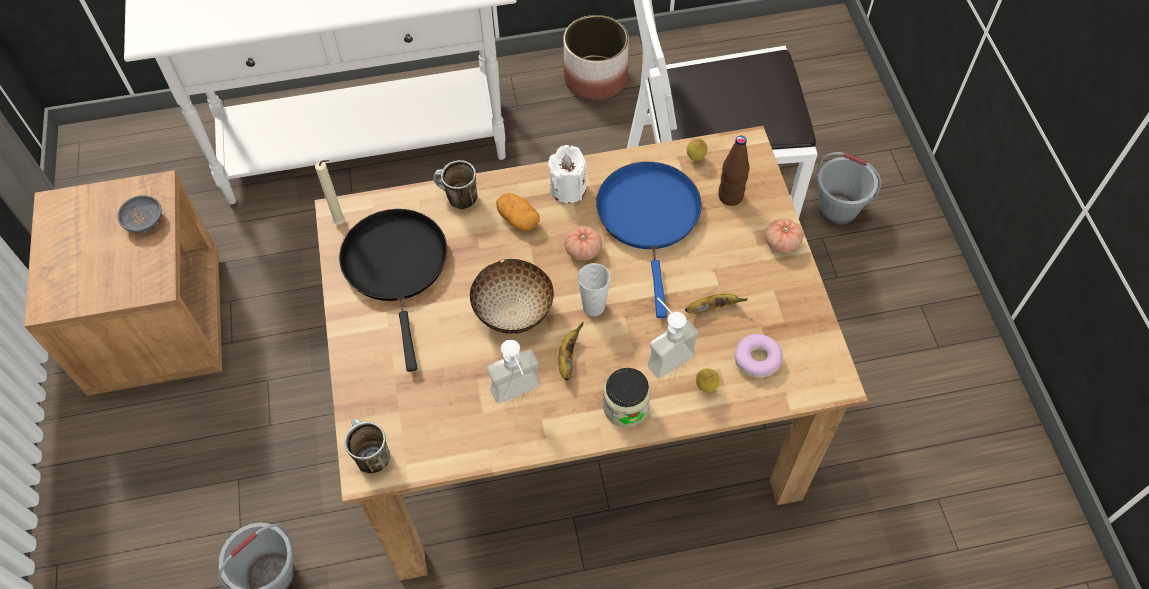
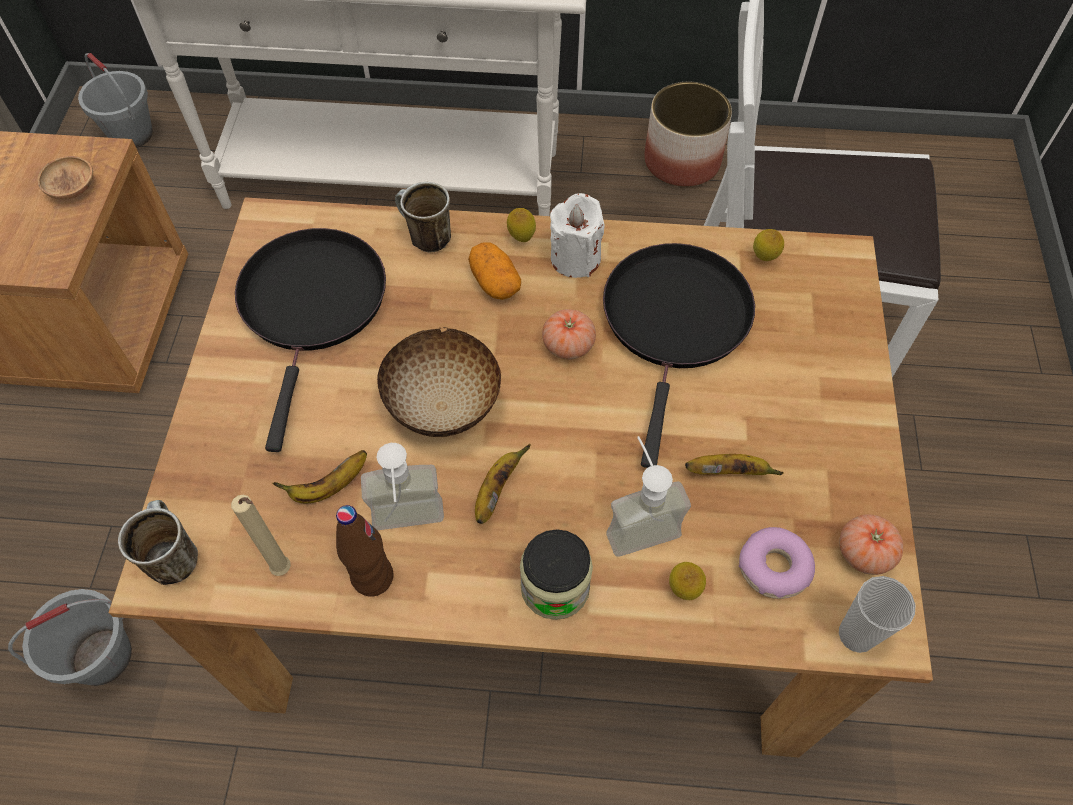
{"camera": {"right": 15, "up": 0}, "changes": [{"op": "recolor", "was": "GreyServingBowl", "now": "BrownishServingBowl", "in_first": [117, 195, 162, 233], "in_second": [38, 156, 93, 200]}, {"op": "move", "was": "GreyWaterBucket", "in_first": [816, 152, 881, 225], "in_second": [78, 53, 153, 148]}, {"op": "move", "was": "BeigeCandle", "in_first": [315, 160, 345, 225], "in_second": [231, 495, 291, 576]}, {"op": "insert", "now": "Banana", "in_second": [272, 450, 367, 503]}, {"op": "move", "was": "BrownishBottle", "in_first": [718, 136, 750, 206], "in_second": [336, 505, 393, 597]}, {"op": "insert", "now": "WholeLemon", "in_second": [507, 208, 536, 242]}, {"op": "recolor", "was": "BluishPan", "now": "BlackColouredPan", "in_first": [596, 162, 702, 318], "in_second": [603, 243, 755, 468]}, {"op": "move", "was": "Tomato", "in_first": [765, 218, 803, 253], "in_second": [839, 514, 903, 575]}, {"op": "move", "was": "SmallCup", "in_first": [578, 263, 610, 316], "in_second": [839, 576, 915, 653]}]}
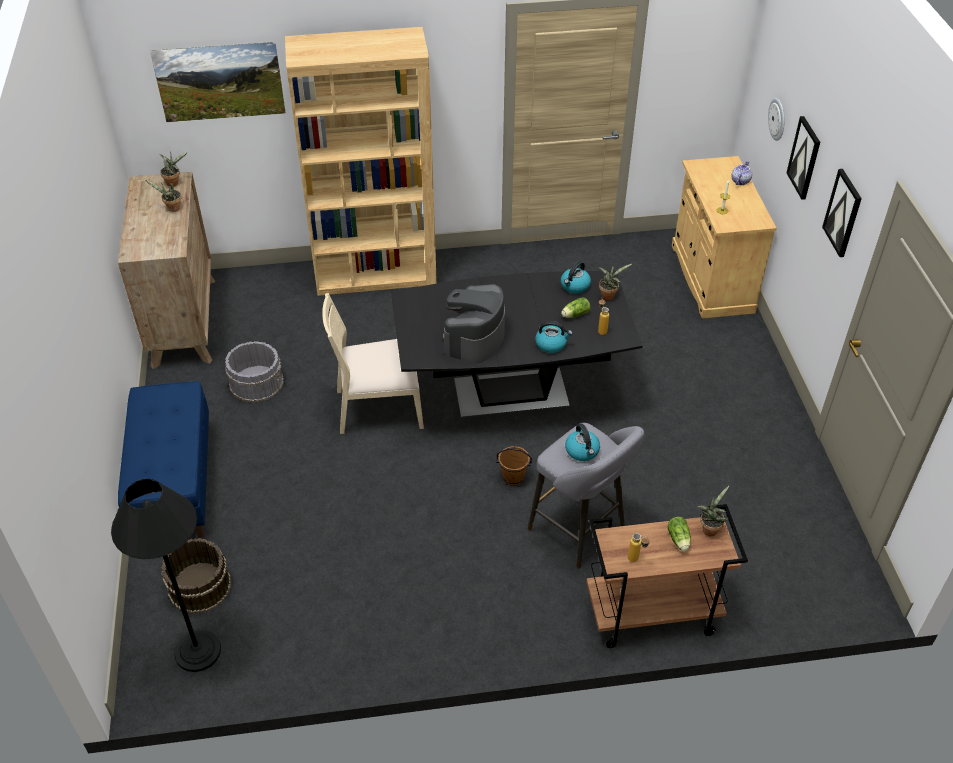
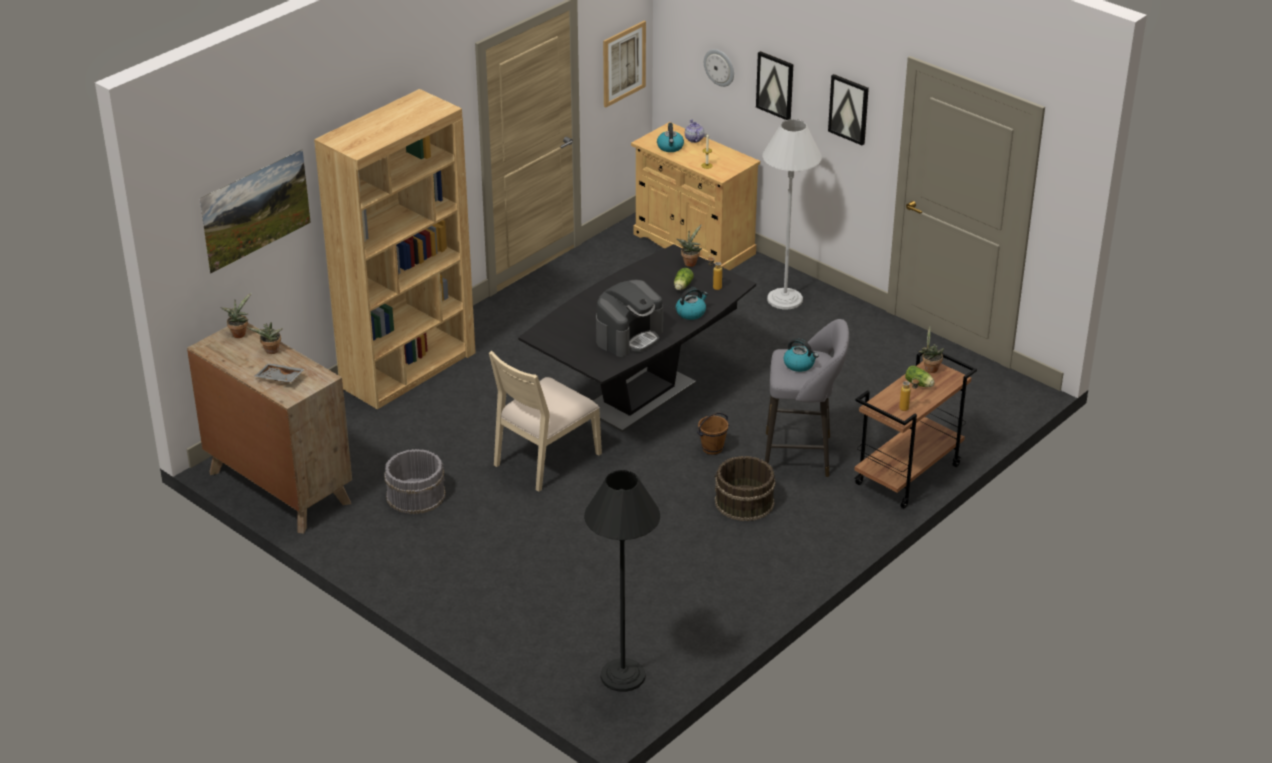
{"camera": {"right": -40, "up": -10}, "changes": [{"op": "insert", "now": "GreyCarryingTray", "in_second": [255, 363, 305, 383]}, {"op": "rotate", "was": "CoffeeMachine", "in_first": [443, 284, 505, 364], "in_second": [596, 280, 663, 357], "clockwise": -120}, {"op": "insert", "now": "WallArt", "in_second": [603, 21, 646, 108]}, {"op": "move", "was": "Kettle", "in_first": [561, 261, 591, 294], "in_second": [657, 123, 684, 152]}, {"op": "move", "was": "BrownishWaterBucket", "in_first": [161, 538, 231, 614], "in_second": [715, 456, 776, 521]}, {"op": "insert", "now": "WhiteStandardLamp", "in_second": [762, 119, 822, 309]}, {"op": "delete", "was": "BluishIndoorBench", "in_first": [118, 381, 209, 538]}]}
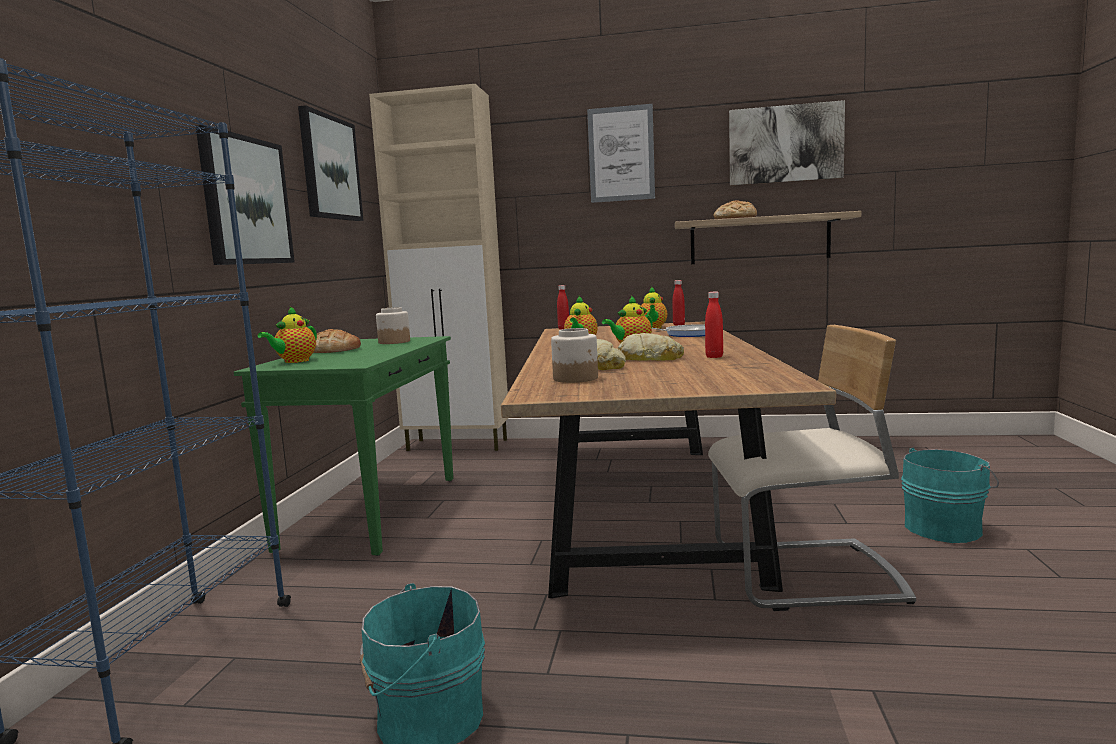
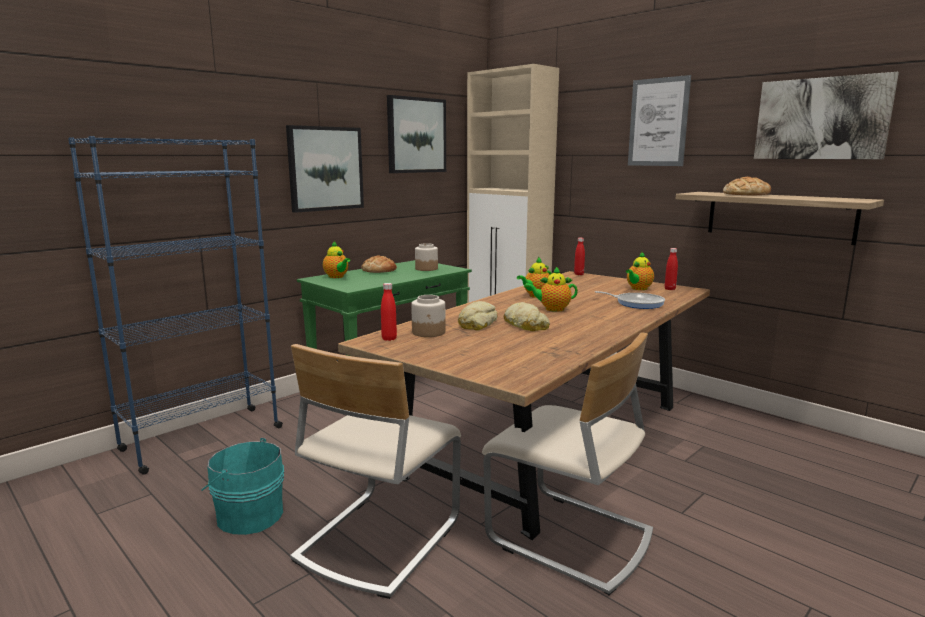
{"camera": {"right": 35, "up": 5}, "changes": [{"op": "insert", "now": "BeigeUprightChair", "in_second": [290, 344, 461, 599]}, {"op": "rotate", "was": "PotForTea", "in_first": [258, 306, 317, 363], "in_second": [323, 241, 350, 278], "clockwise": -105}, {"op": "move", "was": "RedColouredBottle", "in_first": [705, 292, 723, 358], "in_second": [381, 283, 397, 341]}, {"op": "delete", "was": "BlueGreenWaterBucket", "in_first": [901, 447, 999, 543]}]}
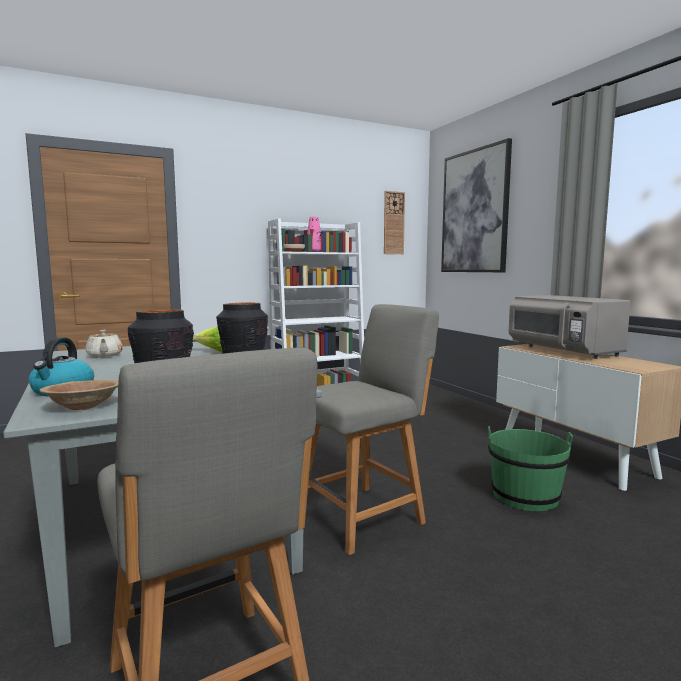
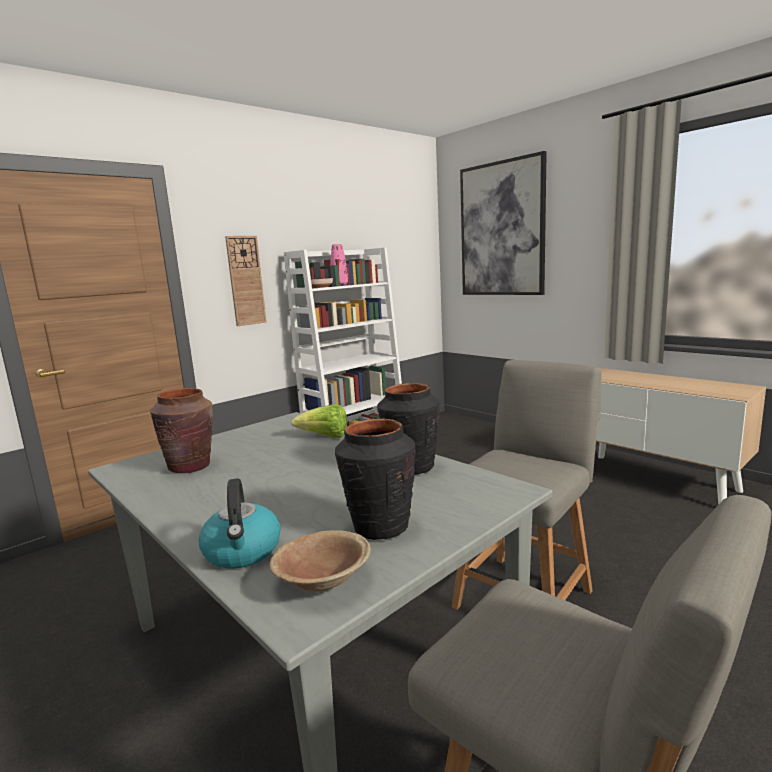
{"camera": {"right": -15, "up": 5}, "changes": [{"op": "replace", "was": "BeigePotForTea", "now": "BrownishDecorativeVase", "in_first": [85, 330, 123, 358], "in_second": [150, 388, 213, 473]}, {"op": "move", "was": "HangingClock", "in_first": [384, 191, 405, 254], "in_second": [225, 236, 267, 326]}, {"op": "delete", "was": "GreenColouredWaterBucket", "in_first": [488, 426, 573, 511]}, {"op": "delete", "was": "GreyKitchenMicrowave", "in_first": [509, 295, 631, 359]}]}
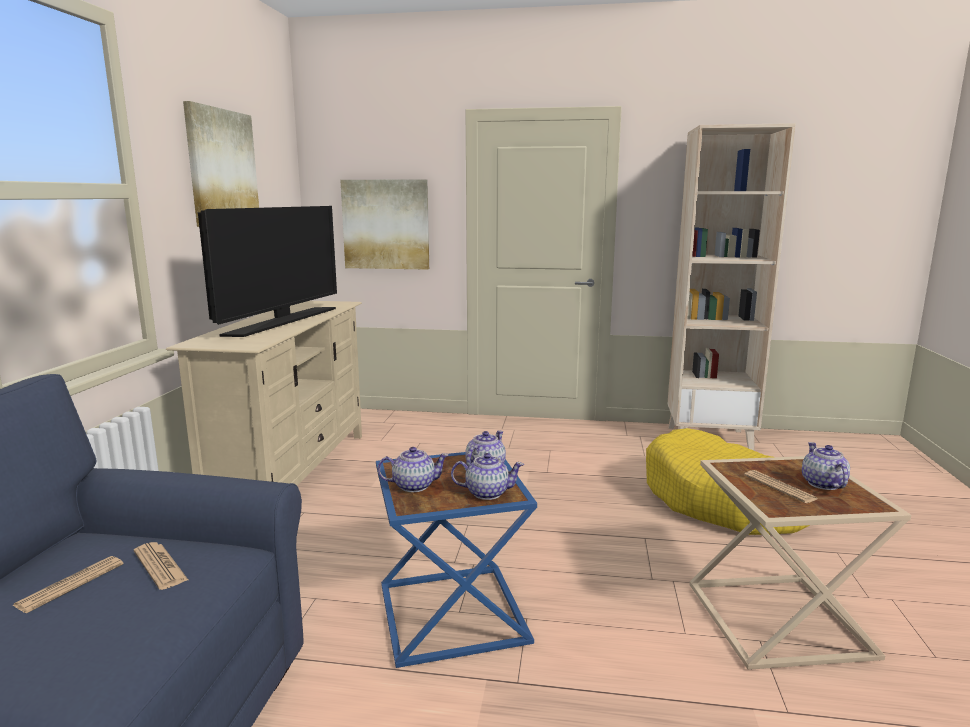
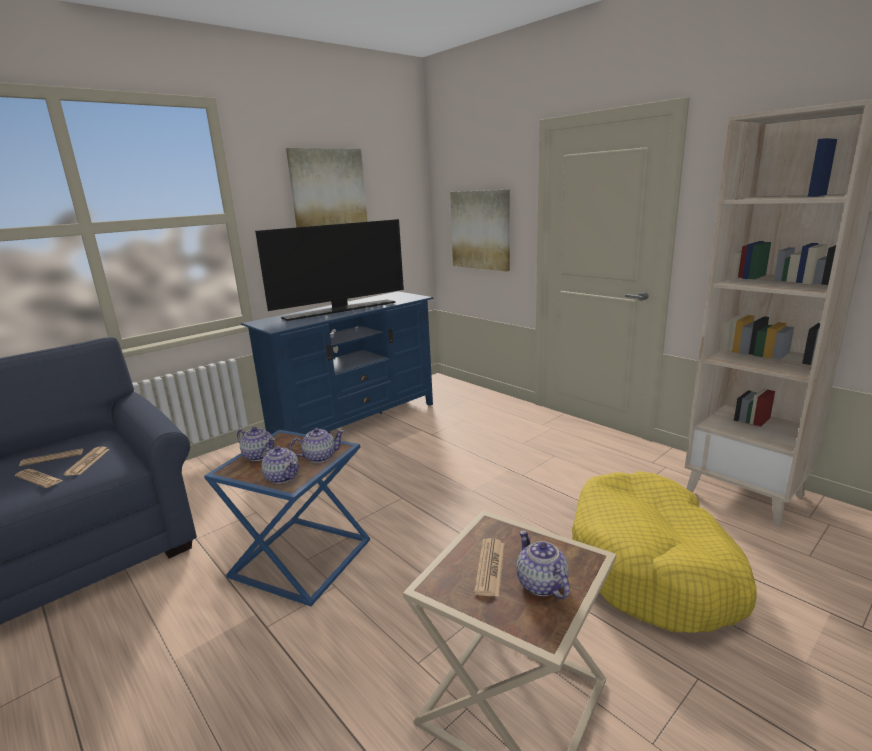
{"camera": {"right": 40, "up": 5}, "changes": [{"op": "insert", "now": "PrintedPaper", "in_second": [15, 469, 63, 488]}, {"op": "recolor", "was": "BeigeTvStand", "now": "BluishTvStand", "in_first": [166, 301, 362, 485], "in_second": [241, 291, 433, 434]}, {"op": "rotate", "was": "PotForTea", "in_first": [802, 442, 850, 490], "in_second": [517, 530, 570, 599], "clockwise": -60}]}
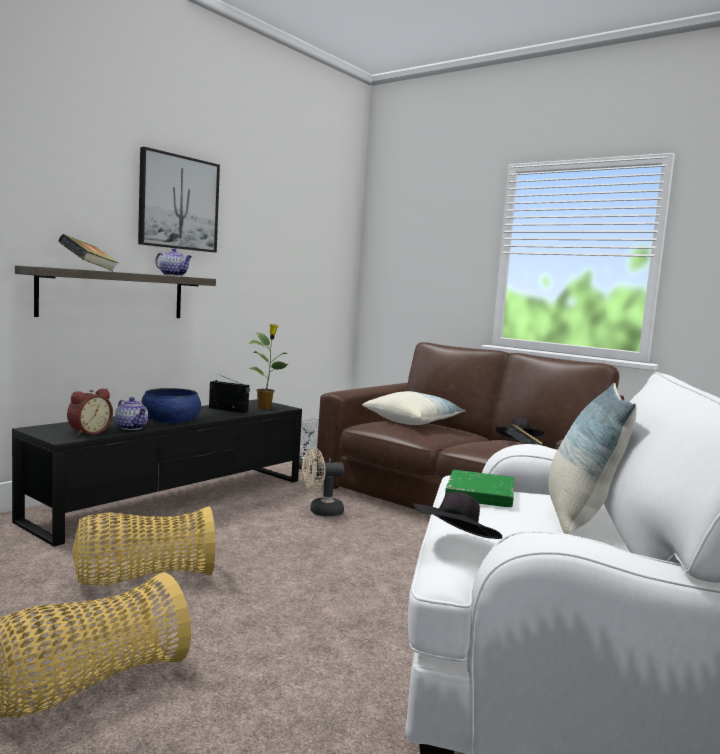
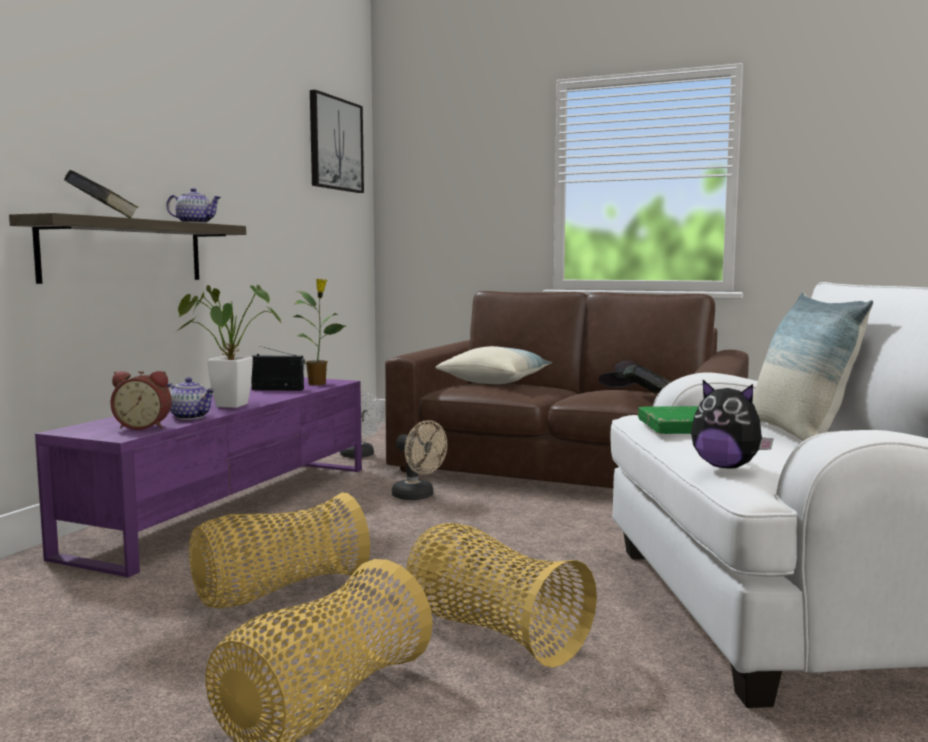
{"camera": {"right": -15, "up": 0}, "changes": [{"op": "recolor", "was": "BlackColouredTvStand", "now": "PurplishTvStand", "in_first": [12, 399, 302, 547], "in_second": [35, 377, 362, 578]}, {"op": "rotate", "was": "BedsideClock", "in_first": [67, 388, 113, 436], "in_second": [111, 371, 172, 430], "clockwise": 75}, {"op": "replace", "was": "BluishServingBowl", "now": "PottedPlant", "in_first": [141, 388, 201, 423], "in_second": [176, 285, 282, 408]}, {"op": "move", "was": "WallArt", "in_first": [138, 147, 220, 252], "in_second": [310, 90, 364, 193]}, {"op": "rotate", "was": "BeigeElectricFan", "in_first": [302, 447, 344, 516], "in_second": [392, 420, 447, 500], "clockwise": -105}, {"op": "insert", "now": "Basket", "in_second": [406, 523, 597, 668]}, {"op": "replace", "was": "BlackColouredClothingHat", "now": "PlushToy", "in_first": [413, 492, 502, 539], "in_second": [691, 380, 773, 469]}]}
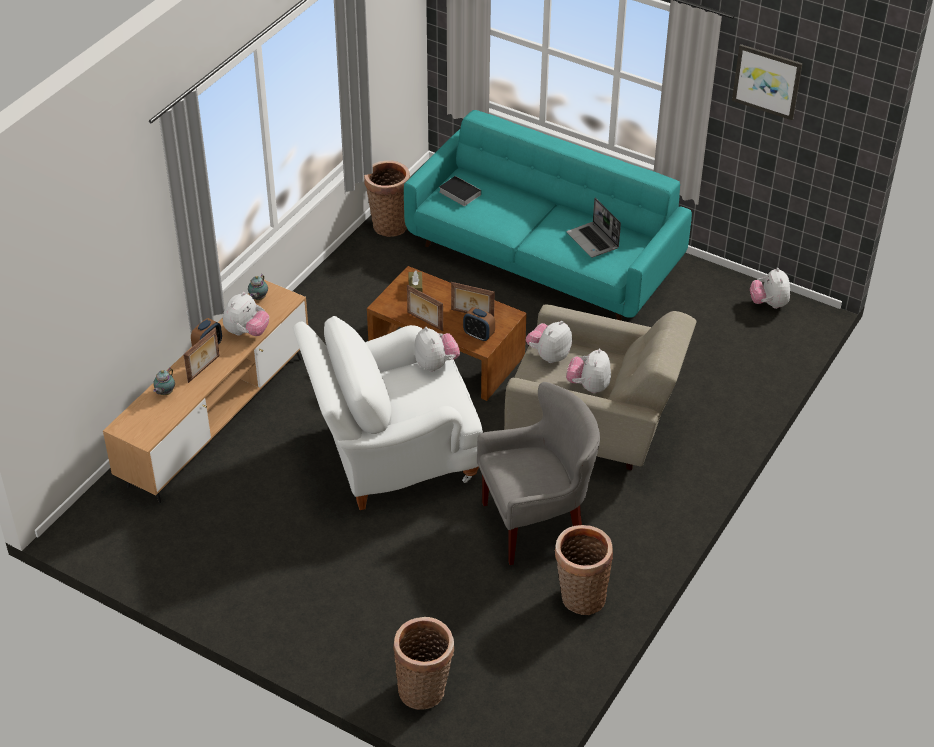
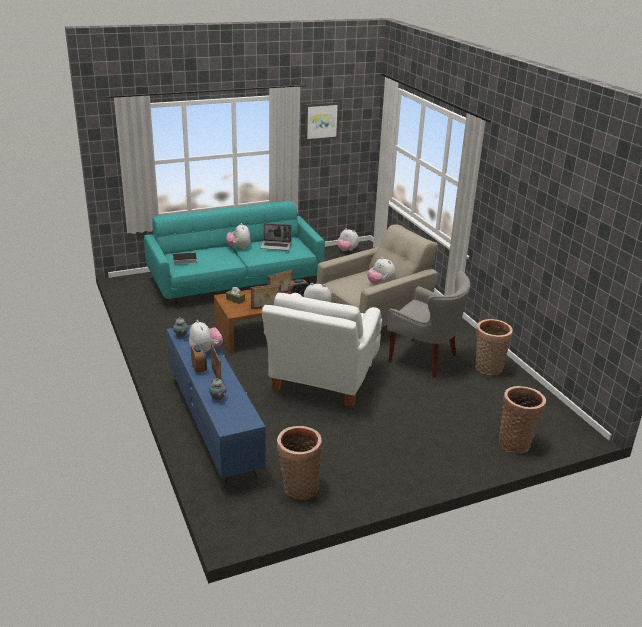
{"camera": {"right": -55, "up": -15}, "changes": [{"op": "recolor", "was": "BrownishTvStand", "now": "BluishTvStand", "in_first": [103, 280, 308, 503], "in_second": [167, 324, 266, 488]}, {"op": "move", "was": "PlushToy", "in_first": [526, 321, 572, 363], "in_second": [226, 223, 251, 249]}, {"op": "move", "was": "Basket", "in_first": [364, 160, 410, 237], "in_second": [277, 426, 322, 500]}, {"op": "rotate", "was": "GreyArmchair", "in_first": [477, 382, 600, 565], "in_second": [387, 271, 470, 378], "clockwise": 105}]}
